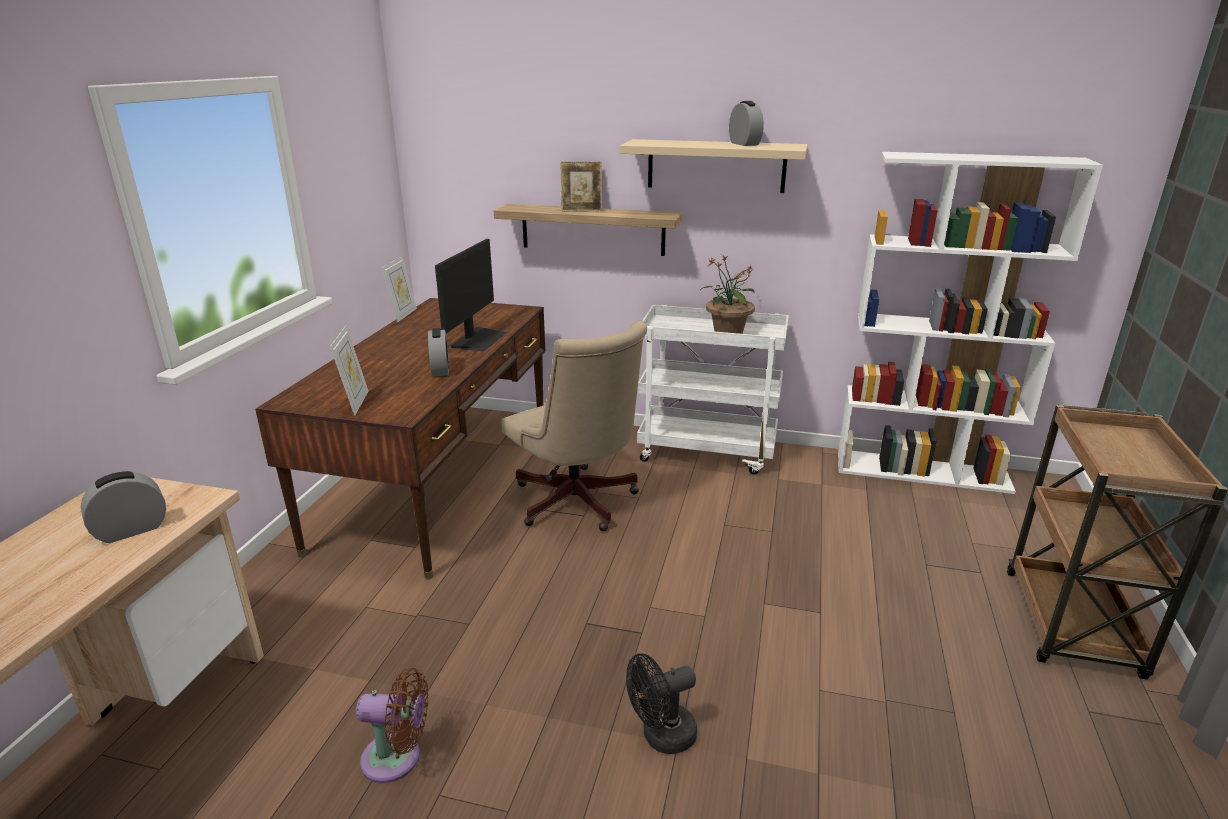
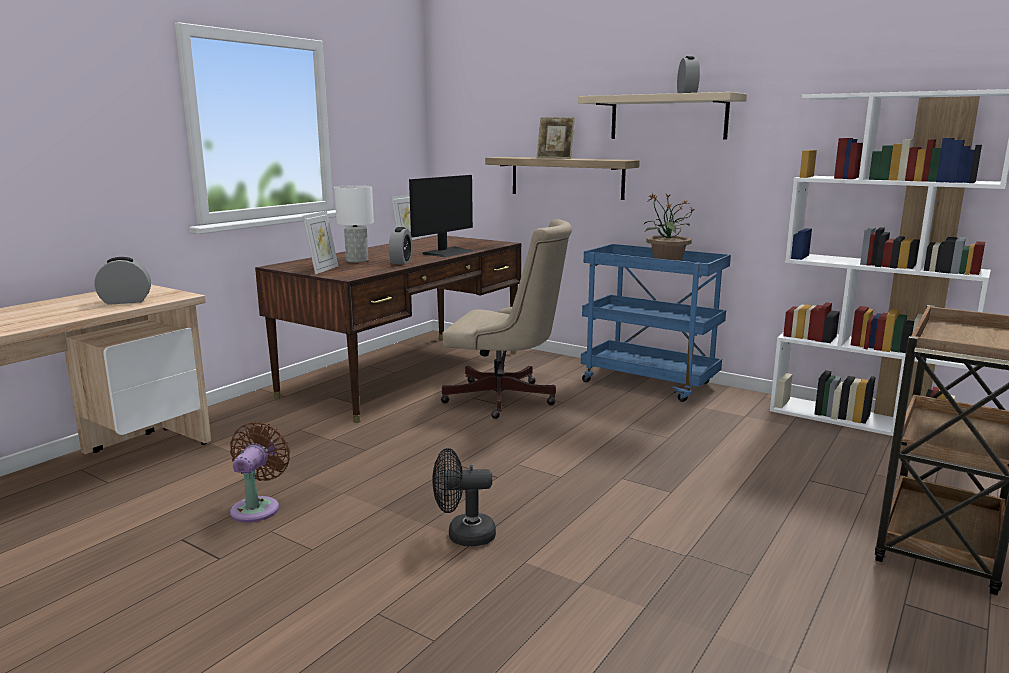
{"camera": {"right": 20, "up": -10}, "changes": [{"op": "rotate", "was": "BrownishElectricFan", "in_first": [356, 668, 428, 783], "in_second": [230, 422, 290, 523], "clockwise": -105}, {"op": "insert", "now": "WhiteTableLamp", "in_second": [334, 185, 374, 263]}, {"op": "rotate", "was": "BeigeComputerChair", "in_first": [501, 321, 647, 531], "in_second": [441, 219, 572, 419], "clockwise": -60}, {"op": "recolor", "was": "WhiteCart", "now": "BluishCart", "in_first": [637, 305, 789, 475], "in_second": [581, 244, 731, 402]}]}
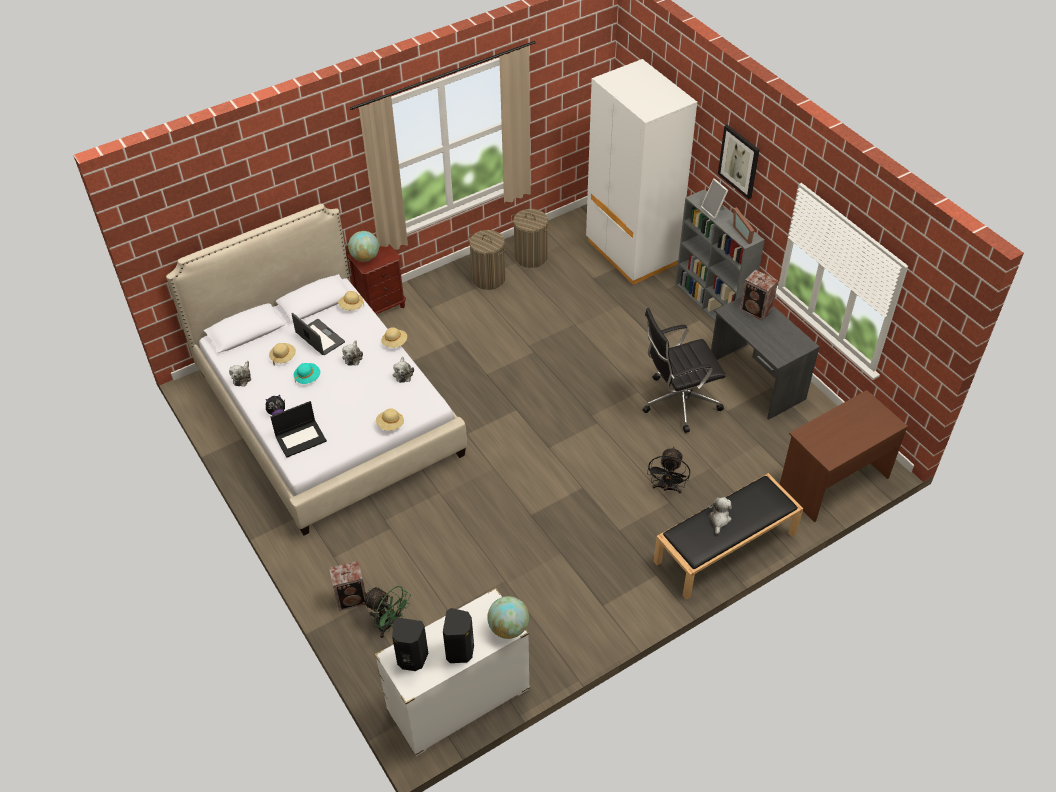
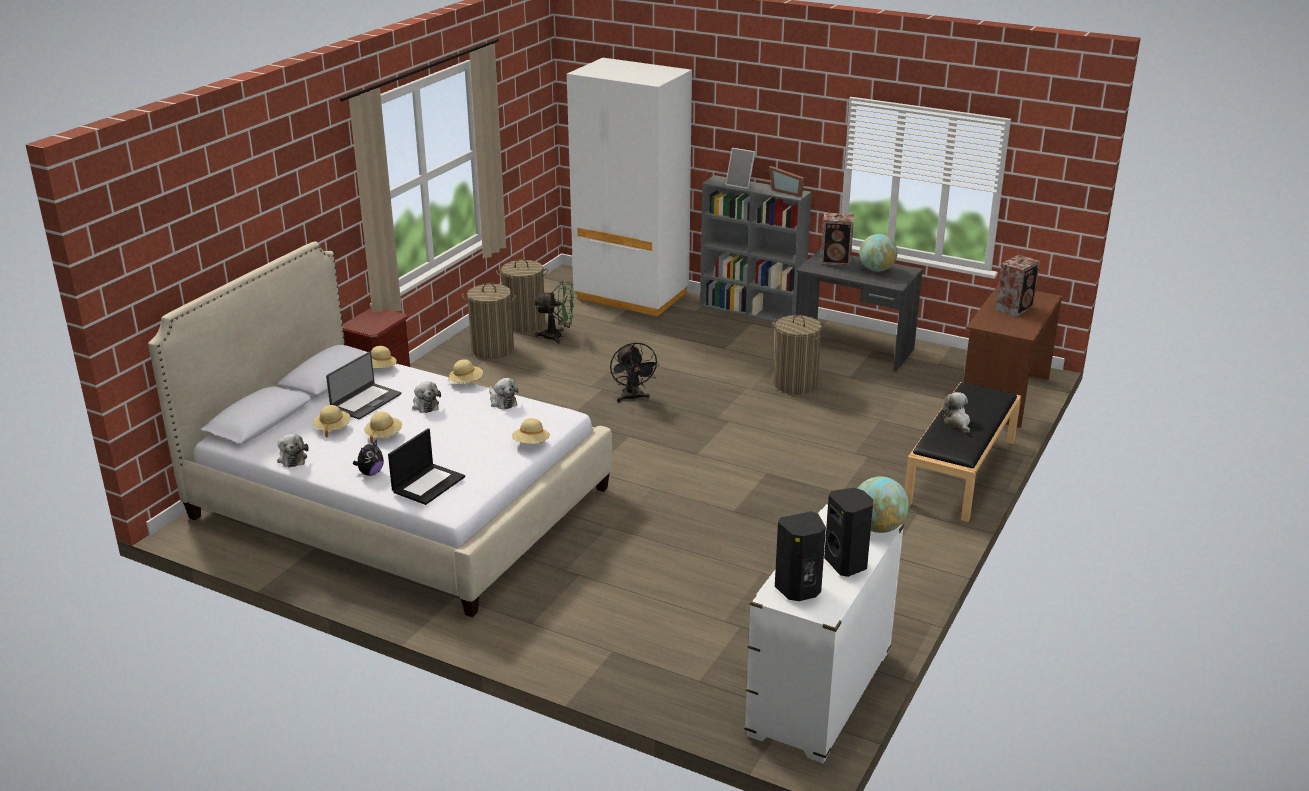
{"camera": {"right": -30, "up": -20}, "changes": [{"op": "rotate", "was": "PortableComputer", "in_first": [292, 313, 345, 355], "in_second": [326, 352, 401, 419], "clockwise": 105}, {"op": "recolor", "was": "BlueGreenClothingHat", "now": "BeigeClothingHat", "in_first": [294, 363, 320, 384], "in_second": [364, 412, 402, 443]}, {"op": "move", "was": "GreenColouredElectricFan", "in_first": [363, 586, 411, 638], "in_second": [535, 281, 574, 344]}, {"op": "move", "was": "BlackColouredElectricFan", "in_first": [647, 447, 690, 493], "in_second": [610, 342, 659, 402]}, {"op": "replace", "was": "BlackColouredComputerChair", "now": "WashingBasket", "in_first": [643, 308, 726, 433], "in_second": [773, 315, 823, 394]}, {"op": "move", "was": "WorldGlobe", "in_first": [348, 231, 379, 262], "in_second": [859, 234, 897, 272]}, {"op": "move", "was": "AudioSpeaker", "in_first": [329, 561, 366, 611], "in_second": [995, 255, 1040, 317]}, {"op": "delete", "was": "WallArt", "in_first": [718, 125, 760, 200]}]}
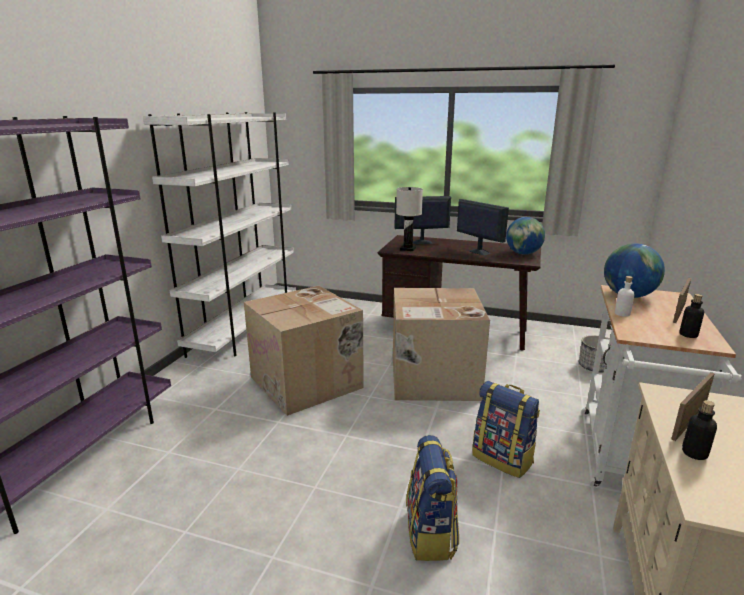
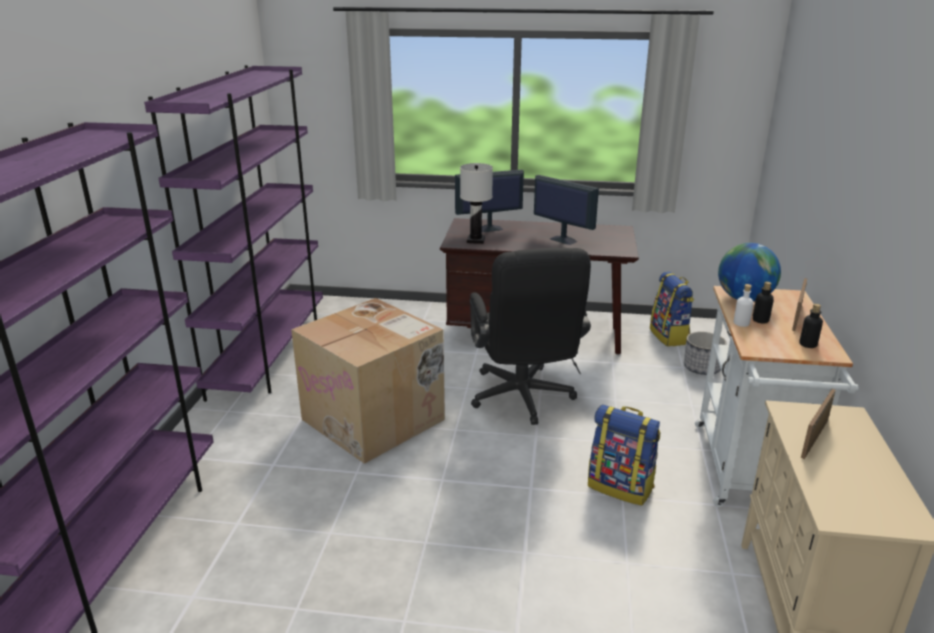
{"camera": {"right": -10, "up": 5}, "changes": [{"op": "recolor", "was": "WhiteBookcase", "now": "PurplishBookcase", "in_first": [143, 112, 296, 358], "in_second": [144, 65, 323, 402]}, {"op": "replace", "was": "CardboardBox", "now": "BlackColouredComputerChair", "in_first": [393, 288, 490, 401], "in_second": [470, 248, 591, 425]}, {"op": "move", "was": "Rucksack", "in_first": [406, 435, 459, 561], "in_second": [650, 271, 694, 347]}, {"op": "move", "was": "Bottle", "in_first": [682, 400, 717, 460], "in_second": [753, 282, 774, 324]}, {"op": "delete", "was": "WorldGlobe", "in_first": [506, 217, 545, 255]}]}
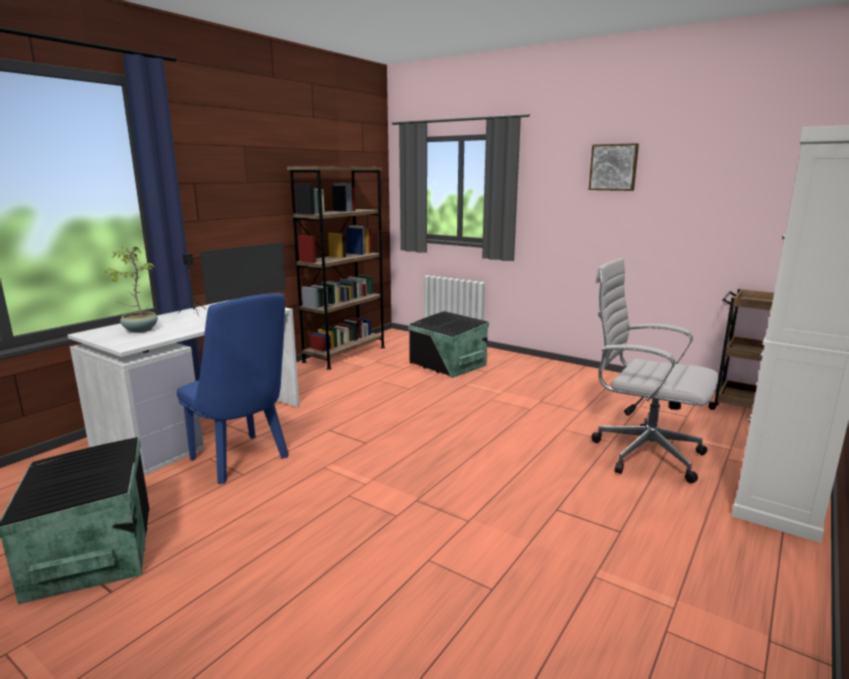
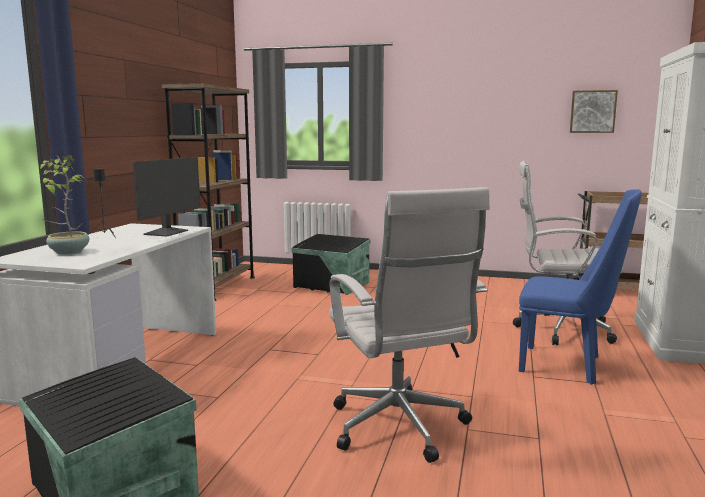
{"camera": {"right": -20, "up": -5}, "changes": [{"op": "insert", "now": "WhiteComputerChair", "in_second": [329, 187, 490, 463]}, {"op": "move", "was": "BluishUprightChair", "in_first": [177, 293, 289, 484], "in_second": [519, 189, 642, 385]}, {"op": "move", "was": "WallArt", "in_first": [589, 143, 639, 191], "in_second": [570, 90, 618, 133]}]}
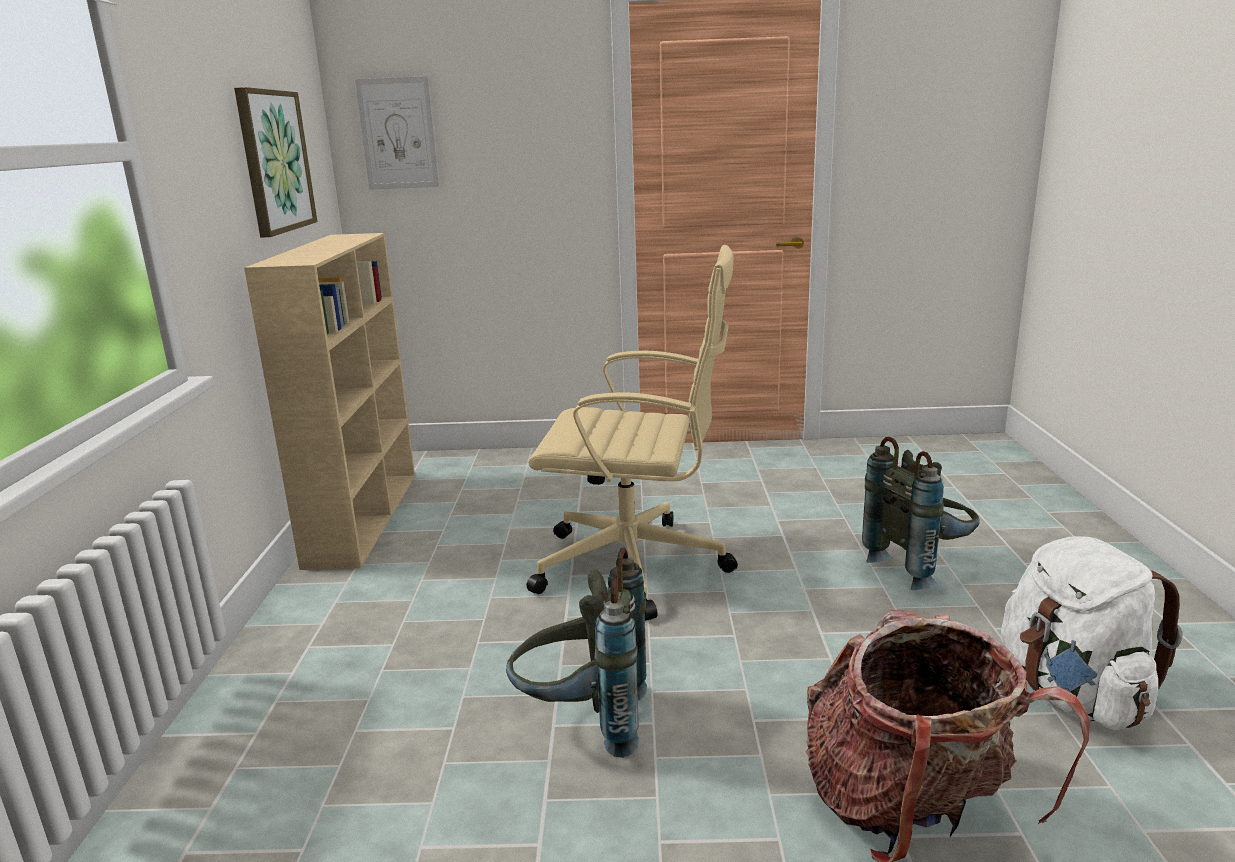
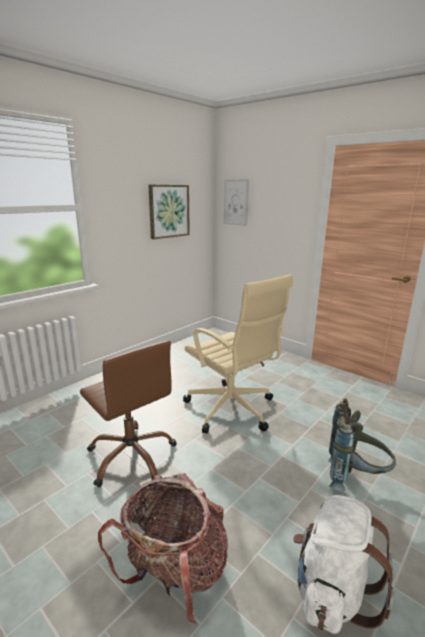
{"camera": {"right": 40, "up": 0}, "changes": [{"op": "replace", "was": "GreyRucksack", "now": "BrownishComputerChair", "in_first": [506, 548, 647, 758], "in_second": [80, 341, 177, 487]}, {"op": "delete", "was": "BeigeBookcase", "in_first": [244, 233, 415, 570]}]}
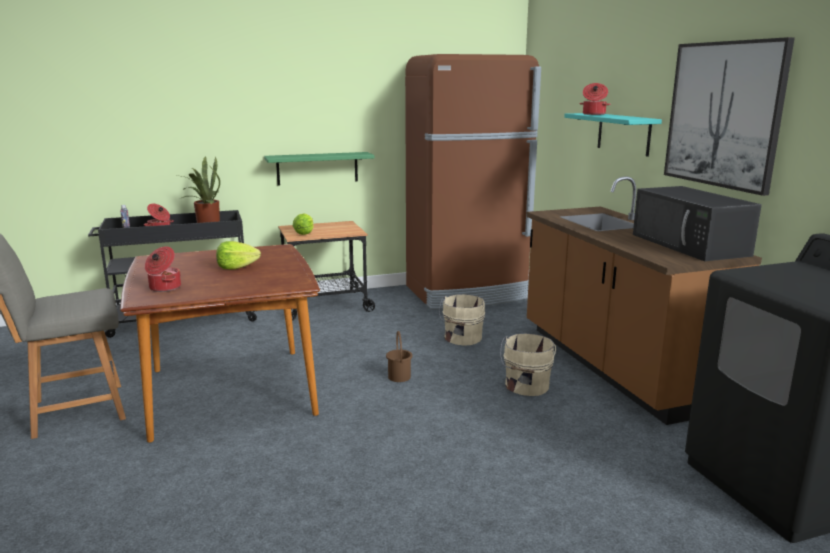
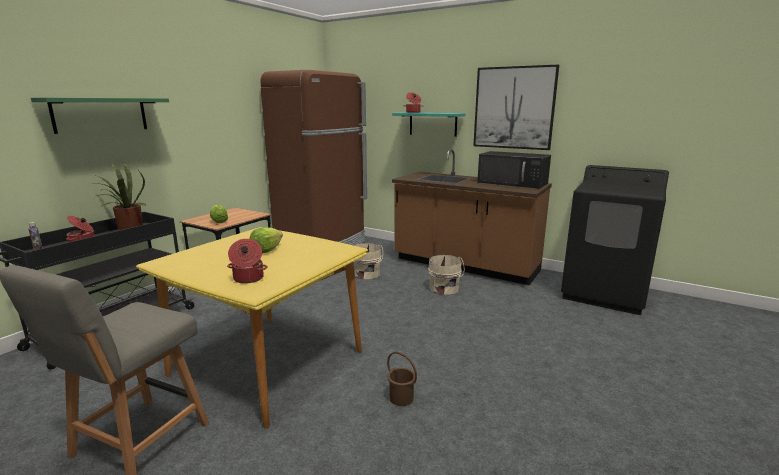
{"camera": {"right": -40, "up": 0}, "changes": [{"op": "move", "was": "GreenColouredWallShelf", "in_first": [264, 152, 374, 186], "in_second": [31, 98, 169, 134]}, {"op": "recolor", "was": "BrownishDinnerTable", "now": "YellowishDinnerTable", "in_first": [120, 244, 320, 443], "in_second": [136, 227, 368, 428]}, {"op": "move", "was": "BrownishWaterBucket", "in_first": [386, 331, 413, 382], "in_second": [387, 352, 417, 406]}]}
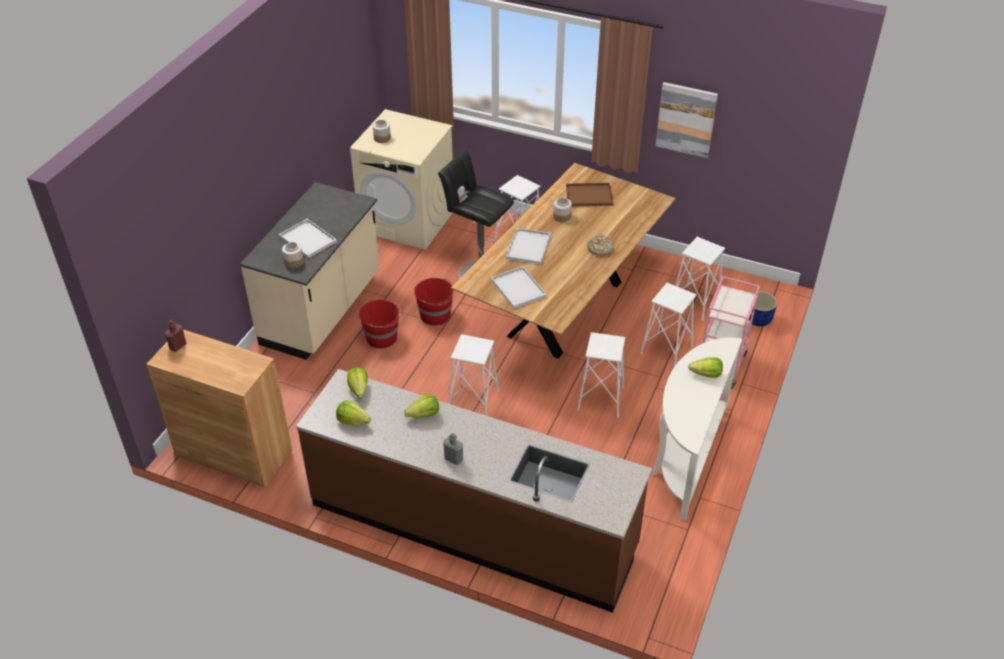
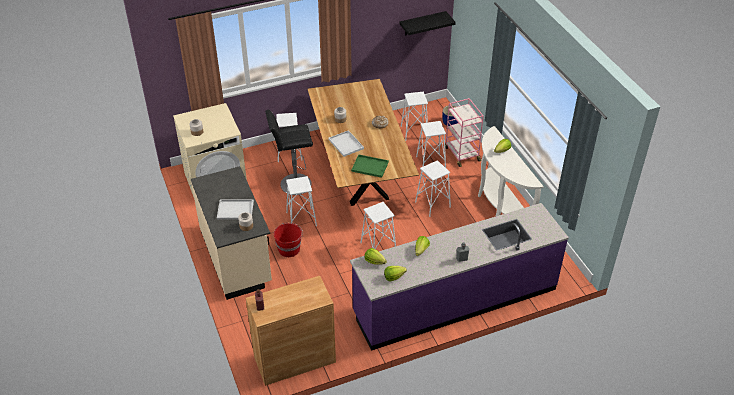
{"camera": {"right": -45, "up": 0}, "changes": [{"op": "replace", "was": "RedColouredWaterBucket", "now": "WhiteStool", "in_first": [414, 278, 456, 326], "in_second": [286, 176, 317, 226]}, {"op": "recolor", "was": "BrownishKitchenBaseUnit", "now": "PurplishKitchenBaseUnit", "in_first": [296, 369, 652, 613], "in_second": [350, 203, 569, 351]}, {"op": "recolor", "was": "WhiteCarryingTray", "now": "GreenColouredCarryingTray", "in_first": [491, 266, 547, 309], "in_second": [351, 155, 389, 178]}, {"op": "insert", "now": "BlackColouredWallShelf", "in_second": [400, 11, 456, 36]}, {"op": "delete", "was": "BrownishCarryingTray", "in_first": [566, 183, 613, 207]}, {"op": "delete", "was": "WallArt", "in_first": [656, 82, 718, 158]}]}
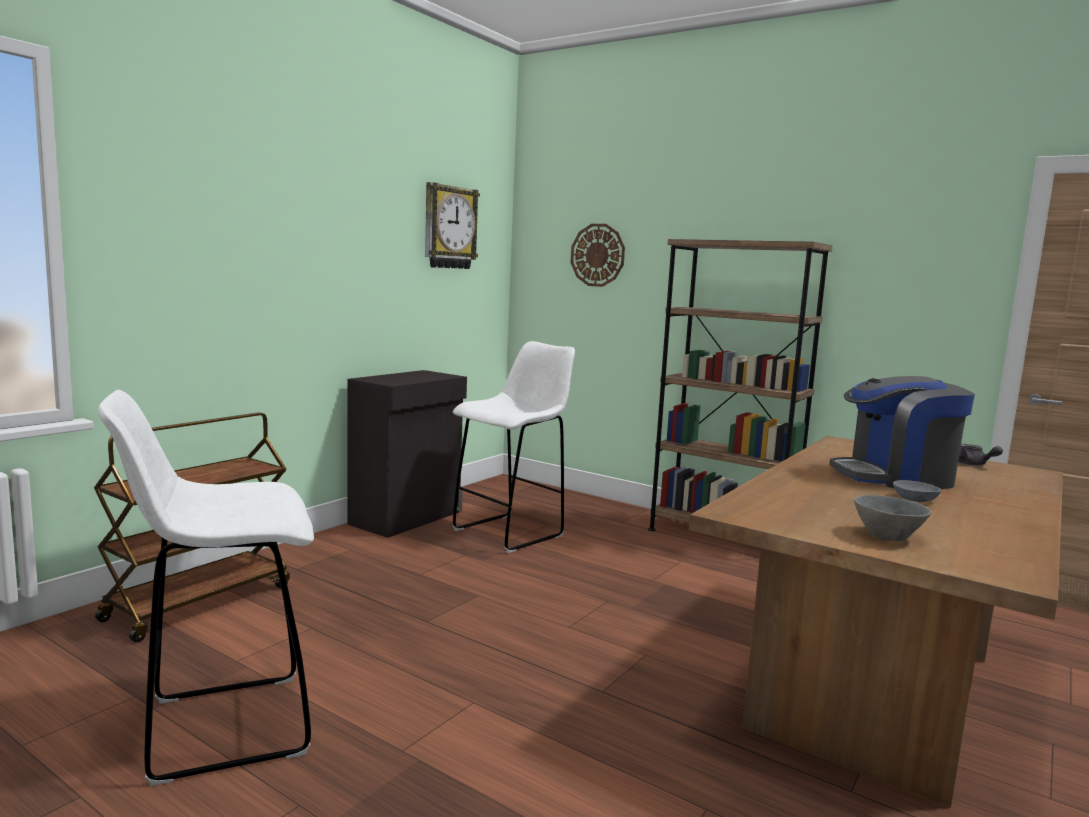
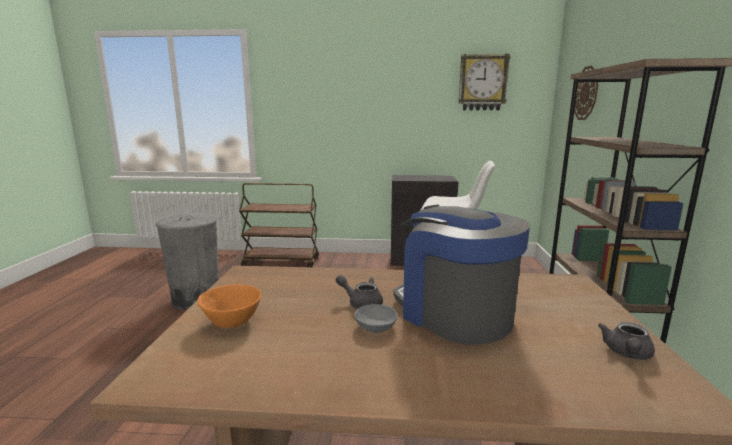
{"camera": {"right": 60, "up": 5}, "changes": [{"op": "replace", "was": "WhiteStool", "now": "GreyRubbishBin", "in_first": [98, 390, 314, 786], "in_second": [156, 213, 219, 310]}, {"op": "recolor", "was": "GreyServingBowl", "now": "OrangeyServingBowl", "in_first": [854, 495, 931, 541], "in_second": [198, 284, 261, 328]}, {"op": "insert", "now": "GreyPotForTea", "in_second": [336, 275, 383, 309]}]}
